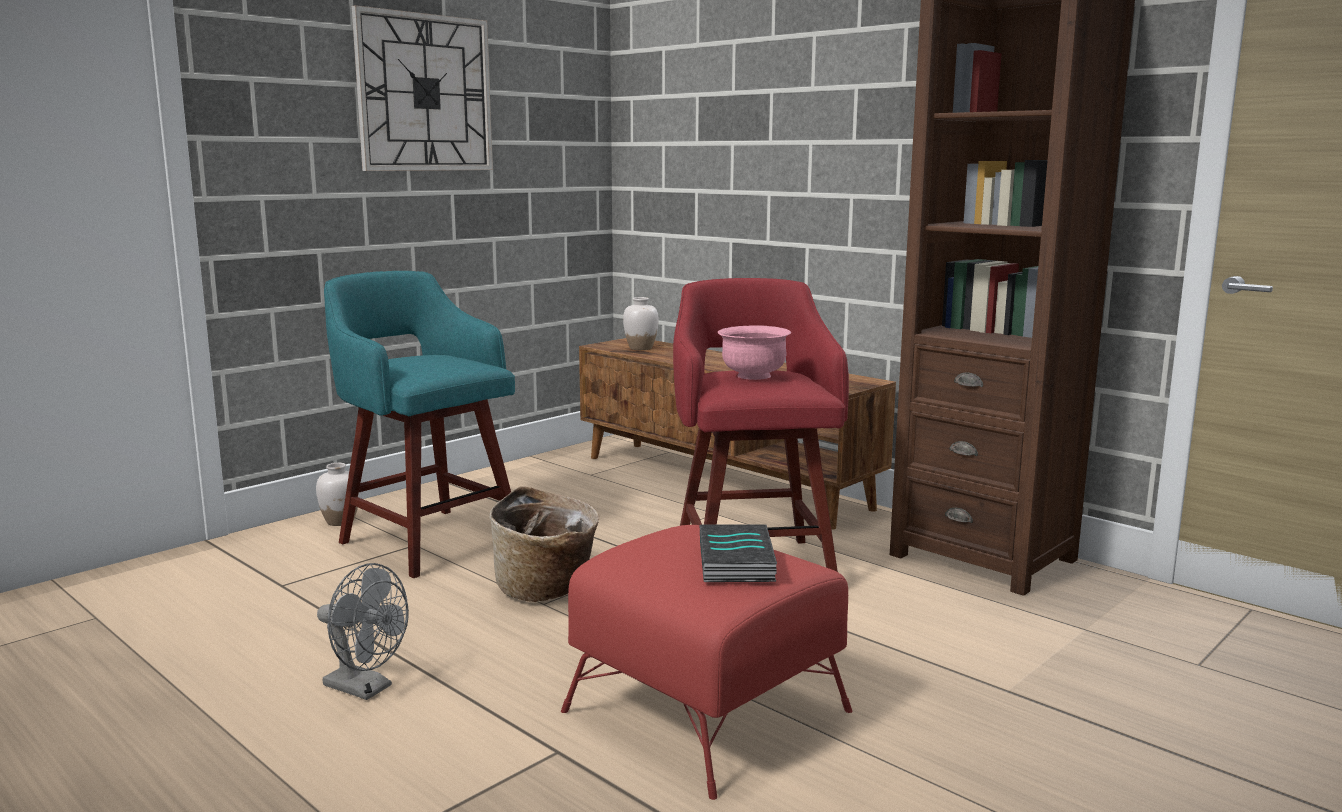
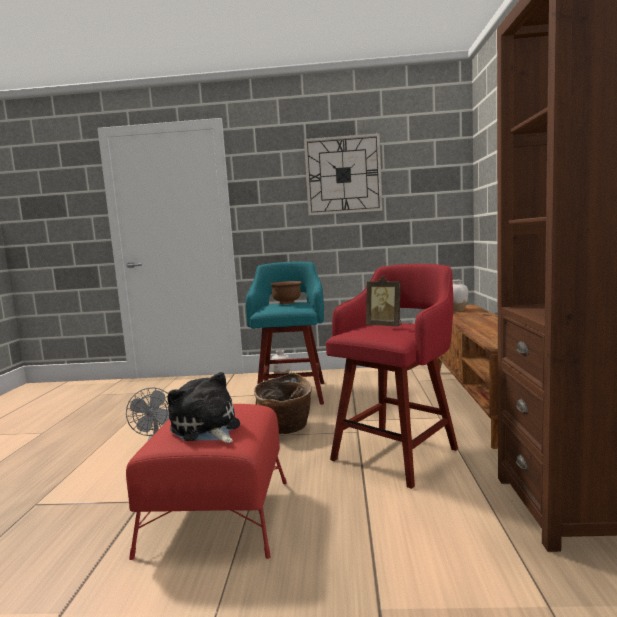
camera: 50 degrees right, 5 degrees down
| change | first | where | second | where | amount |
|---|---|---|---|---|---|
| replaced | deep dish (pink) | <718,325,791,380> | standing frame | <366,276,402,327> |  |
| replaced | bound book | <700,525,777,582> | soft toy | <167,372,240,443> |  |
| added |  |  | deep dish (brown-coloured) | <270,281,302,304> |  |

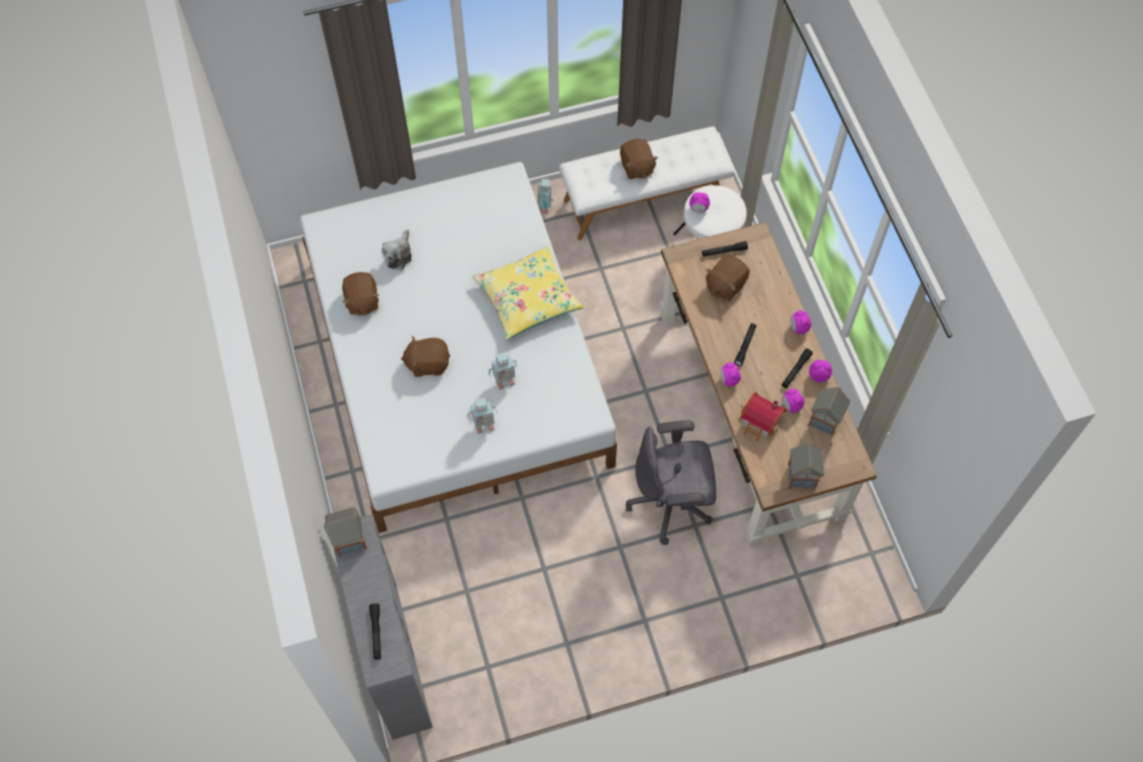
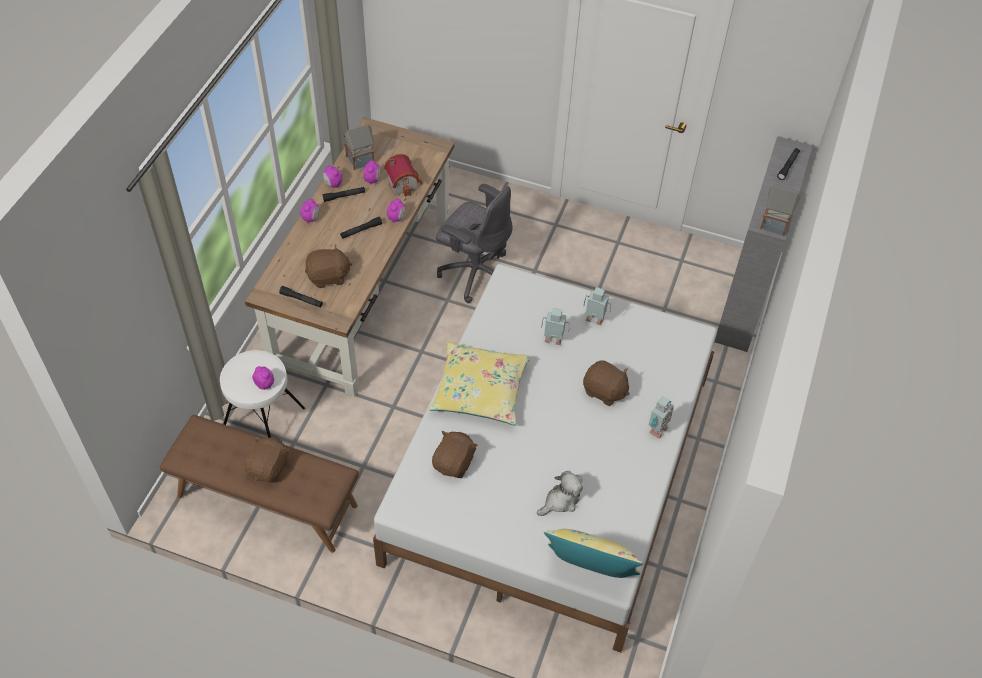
camera: 145 degrees left, 10 degrees down
| change | first | where | second | where | amount |
|---|---|---|---|---|---|
| recoloured | bench (whitish) | <559,126,734,240> | bench (brown-coloured) | <160,415,359,553> |  |
| moved | robot figure | <537,179,553,214> |  | <649,396,674,439> |  |
| moved | soft toy (brown-coloured) | <342,272,379,316> |  | <432,431,478,478> |  |
| removed | toy house | <788,442,824,488> |  |  |  |
| added |  |  | throw pillow (yellow-coloured) | <544,529,643,578> |  |

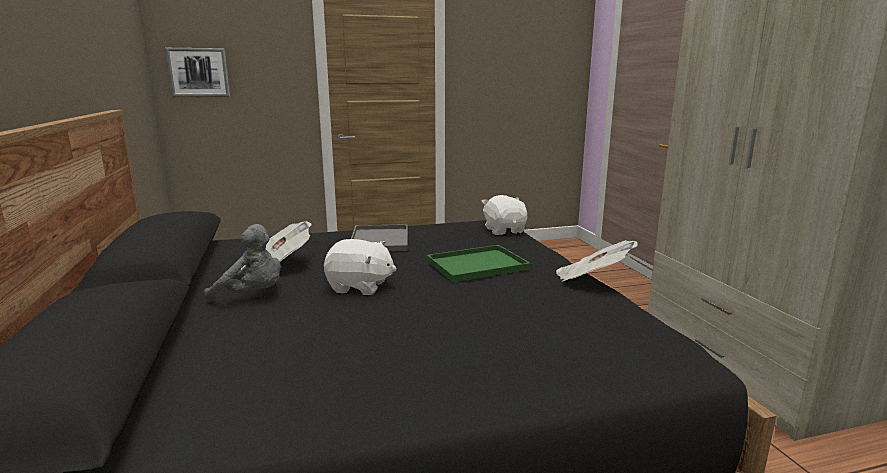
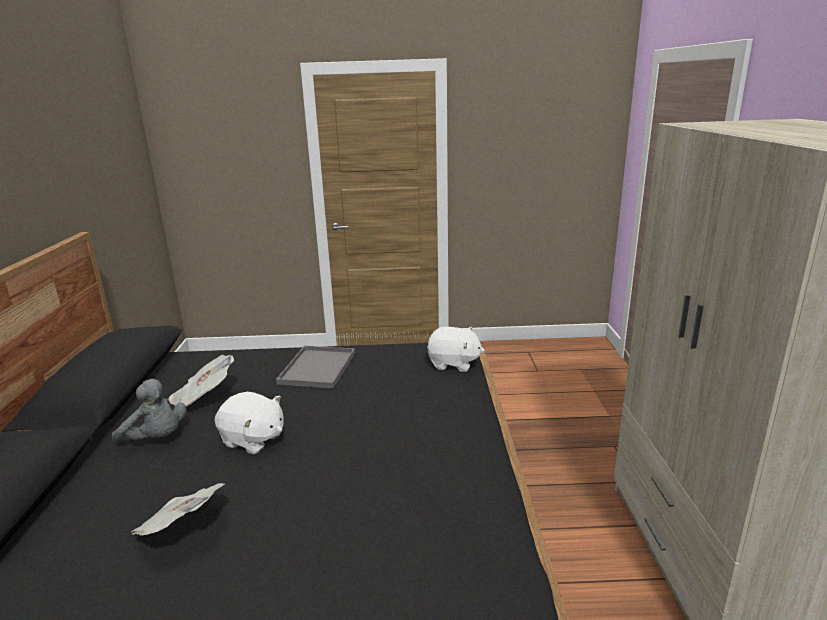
camera: 15 degrees right, 5 degrees up
| change | first | where | second | where | amount |
|---|---|---|---|---|---|
| removed | wall art | <165,48,230,97> |  |  |  |
| turned | soft toy (whitish) | <481,195,527,235> |  | <427,327,485,372> | 105 degrees clockwise |
| moved | daily paper | <556,240,638,282> |  | <131,483,225,536> |  |
| removed | tray (green-coloured) | <427,245,531,282> |  |  |  |

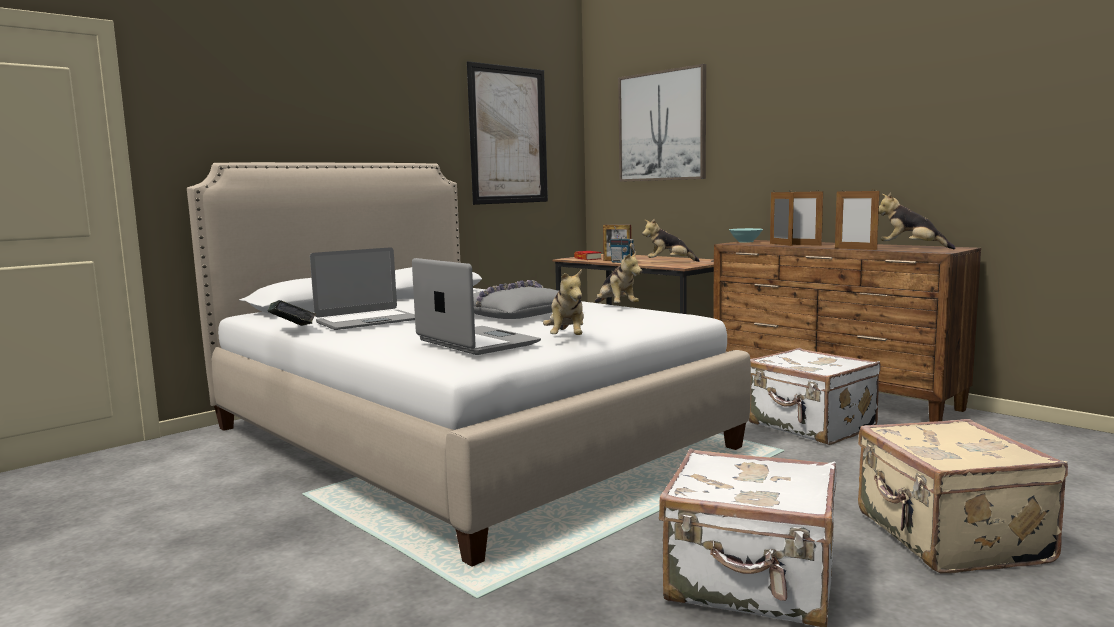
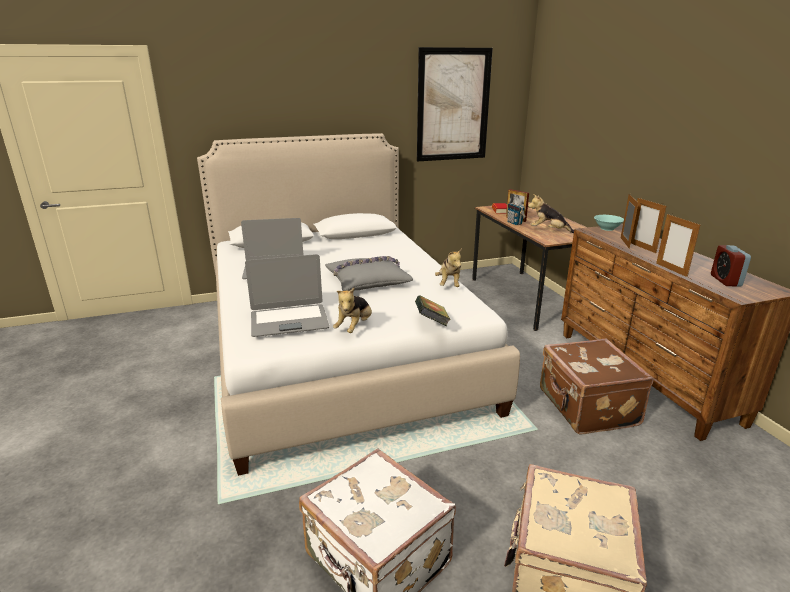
camera: 25 degrees right, 15 degrees up
| change | first | where | second | where | amount |
|---|---|---|---|---|---|
| removed | wall art | <618,64,706,182> |  |  |  |
| replaced | soft toy | <879,192,956,249> | alarm clock | <711,245,751,287> |  |
| turned | portable computer | <412,258,541,355> |  | <245,254,329,337> | 90 degrees clockwise |
| moved | bound book | <268,300,317,326> |  | <415,295,451,326> |  |
| recoloured | travel case (whitish) | <749,348,881,445> | travel case (brown-coloured) | <540,339,654,434> |  |

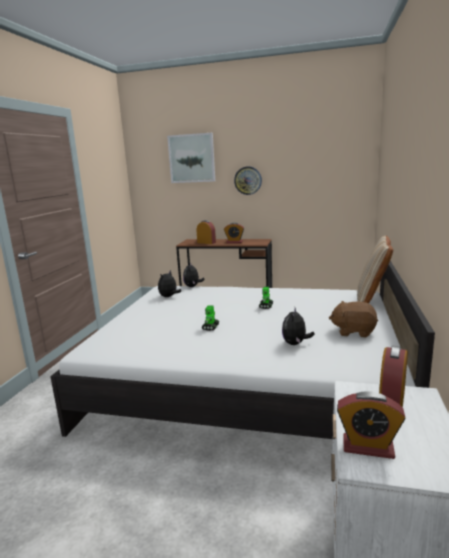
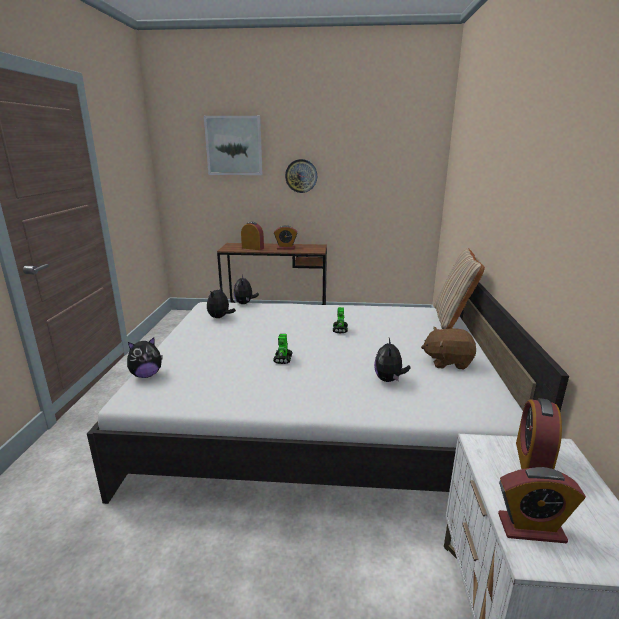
camera: 10 degrees left, 5 degrees up
| change | first | where | second | where | amount |
|---|---|---|---|---|---|
| added |  |  | soft toy | <127,337,163,378> |  |

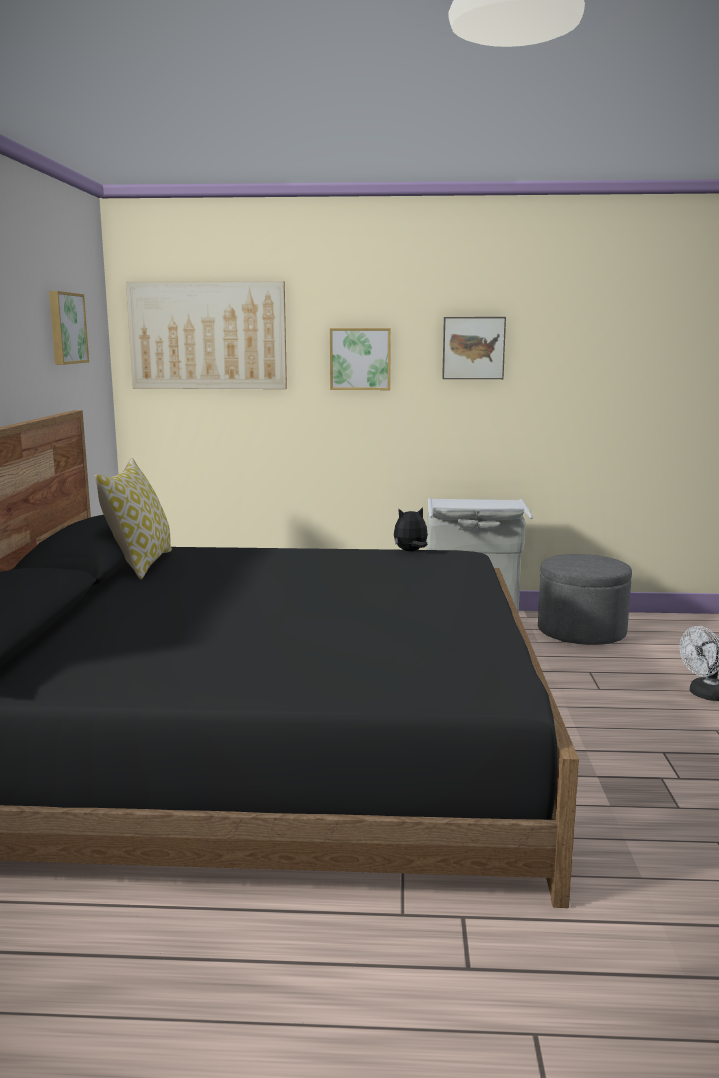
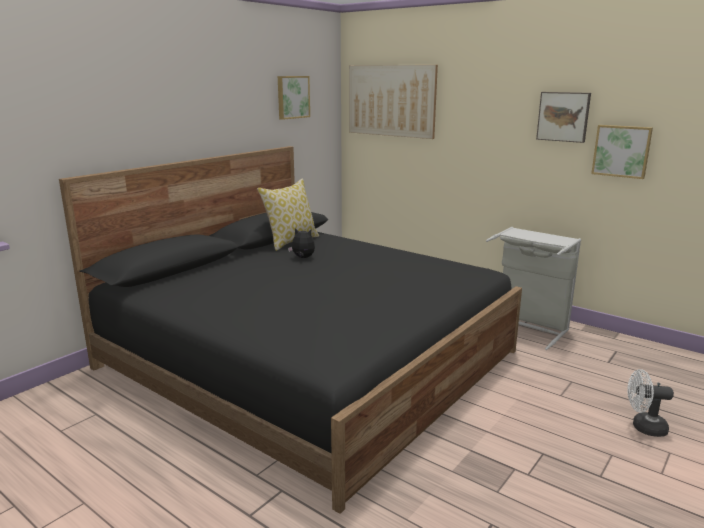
camera: 35 degrees right, 5 degrees up
| change | first | where | second | where | amount |
|---|---|---|---|---|---|
| moved | wall art | <330,328,391,390> |  | <591,125,653,179> |  |
| moved | soft toy | <394,507,428,551> |  | <288,228,315,258> |  |
| removed | ottoman (grey) | <538,554,632,645> |  |  |  |

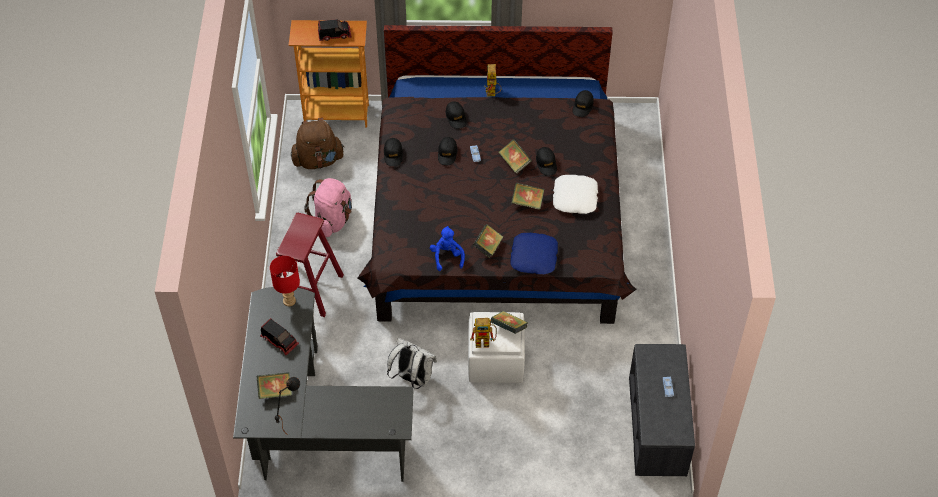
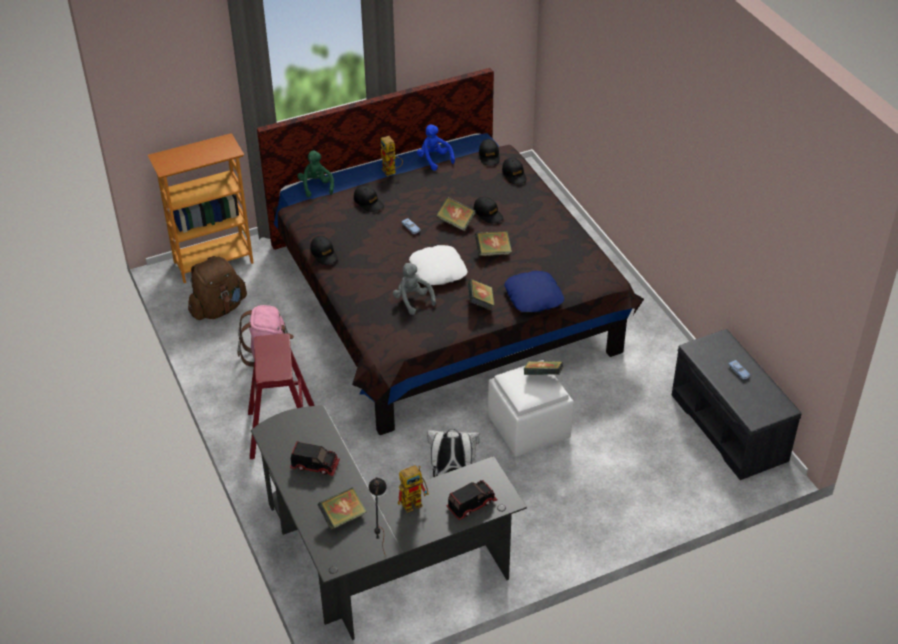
camera: 25 degrees left, 10 degrees down
| change | first | where | second | where | amount |
|---|---|---|---|---|---|
| moved | toy truck | <318,19,352,41> |  | <446,480,498,521> |  |
| moved | peaked cap (blackish) | <438,137,457,165> |  | <502,158,527,184> |  |
| moved | throw pillow (whitish) | <553,175,598,214> |  | <409,245,468,285> |  |
| moved | soft toy (bluish) | <430,226,465,271> |  | <417,124,455,171> |  |
| removed | lamp for a table (red-coloured) | <270,256,300,306> |  |  |  |
| moved | robot figure | <470,318,497,348> |  | <398,465,429,513> |  |
| added |  |  | soft toy (green-coloured) | <297,150,334,198> |  |
| added |  |  | soft toy (grey) | <393,263,436,315> |  |

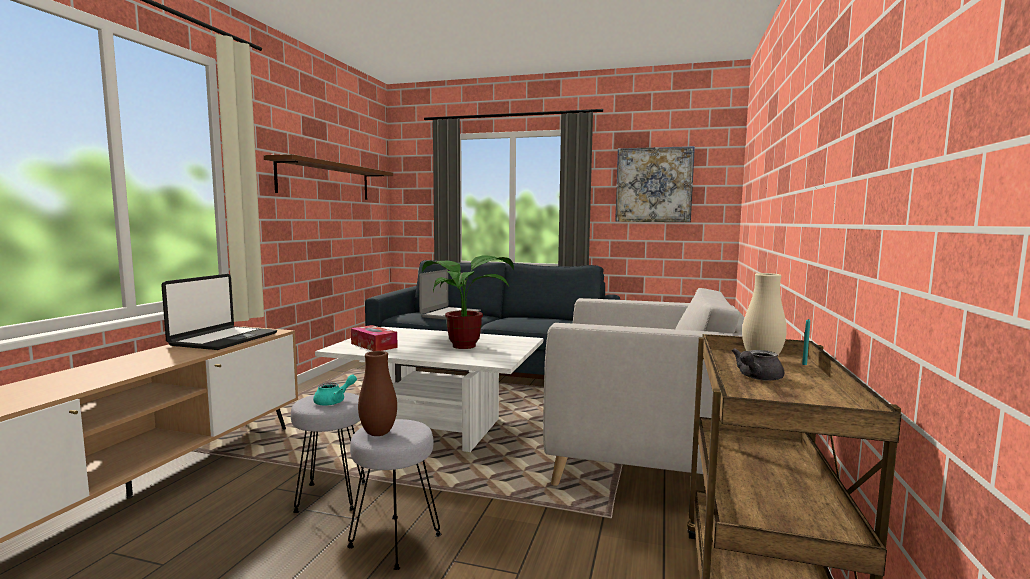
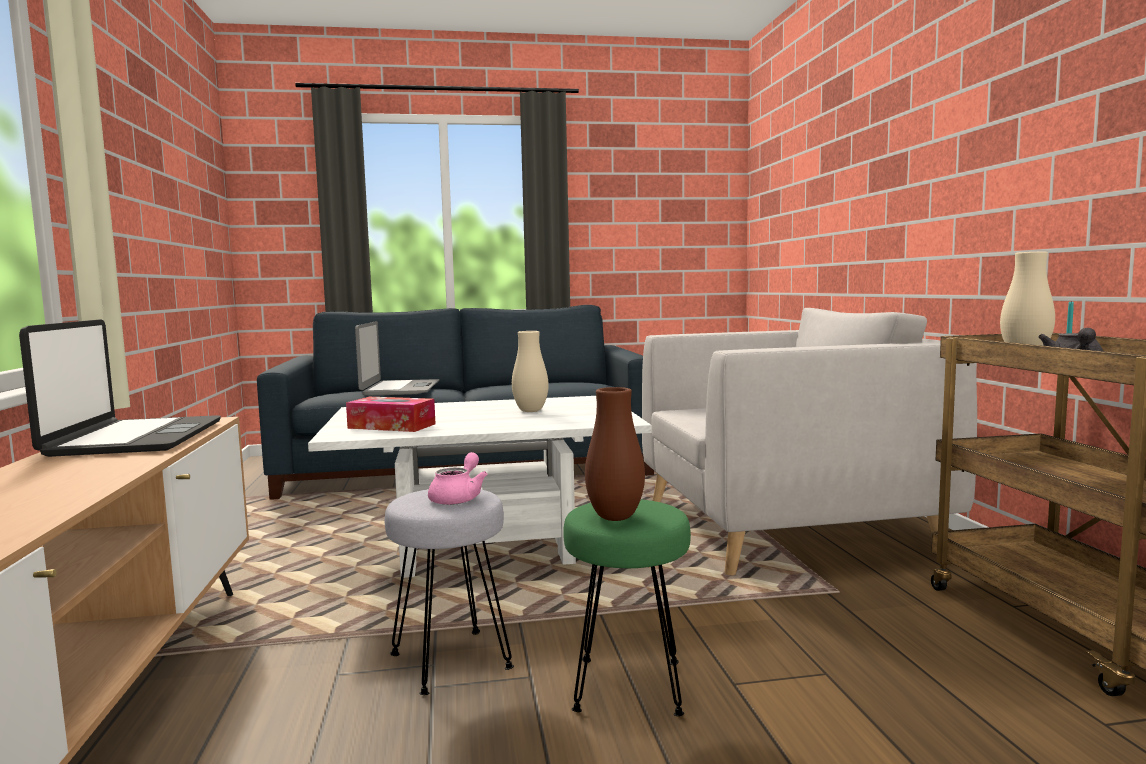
camera: 25 degrees left, 0 degrees up
| change | first | where | second | where | amount |
|---|---|---|---|---|---|
| removed | wall art | <615,146,695,222> |  |  |  |
| removed | wall shelf (brown-coloured) | <264,154,393,200> |  |  |  |
| replaced | potted plant | <422,255,514,349> | decorative vase (sand-coloured) | <512,331,549,412> |  |
| recoloured | tea pot (turquoise-coloured) | <313,374,357,406> | tea pot (pink) | <428,452,488,505> |  |
| recoloured | stool seat (grey) | <347,419,441,570> | stool seat (green-coloured) | <563,499,691,716> |  |

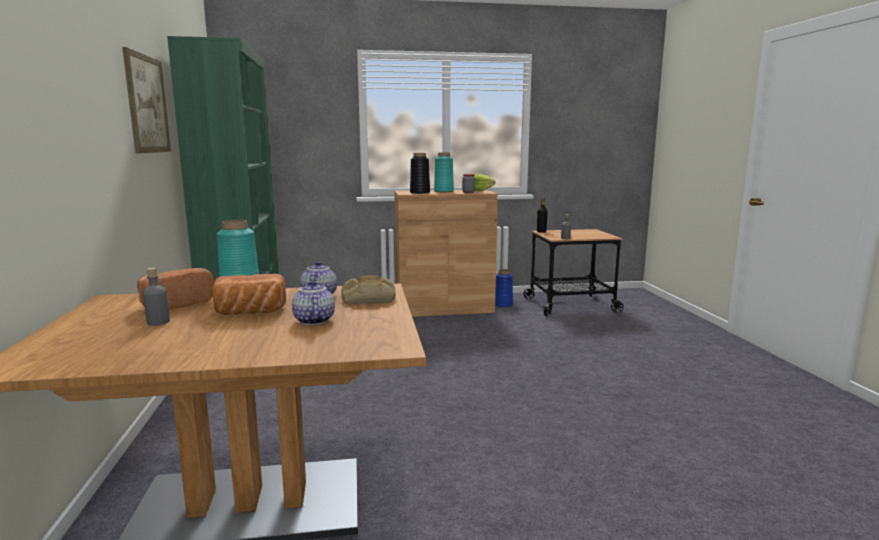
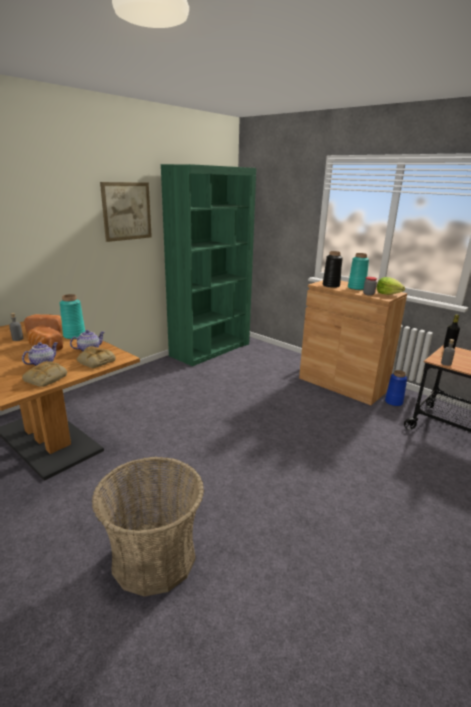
camera: 50 degrees right, 10 degrees up
| change | first | where | second | where | amount |
|---|---|---|---|---|---|
| added |  |  | baked bread | <22,361,67,387> |  |
| added |  |  | storage basket | <92,457,204,597> |  |

